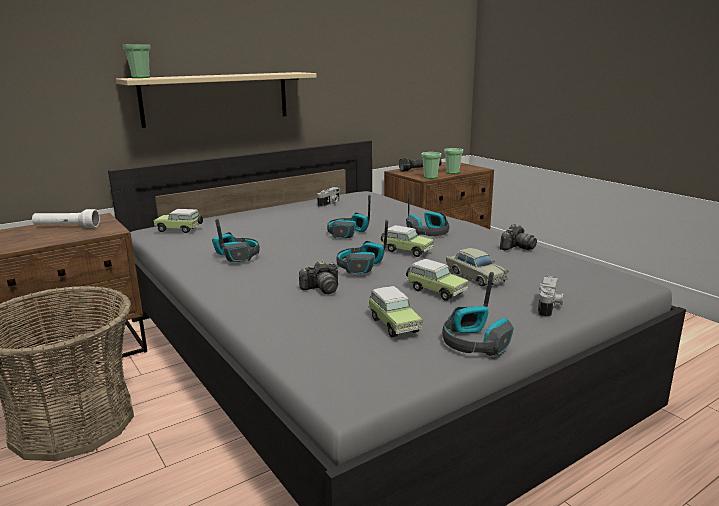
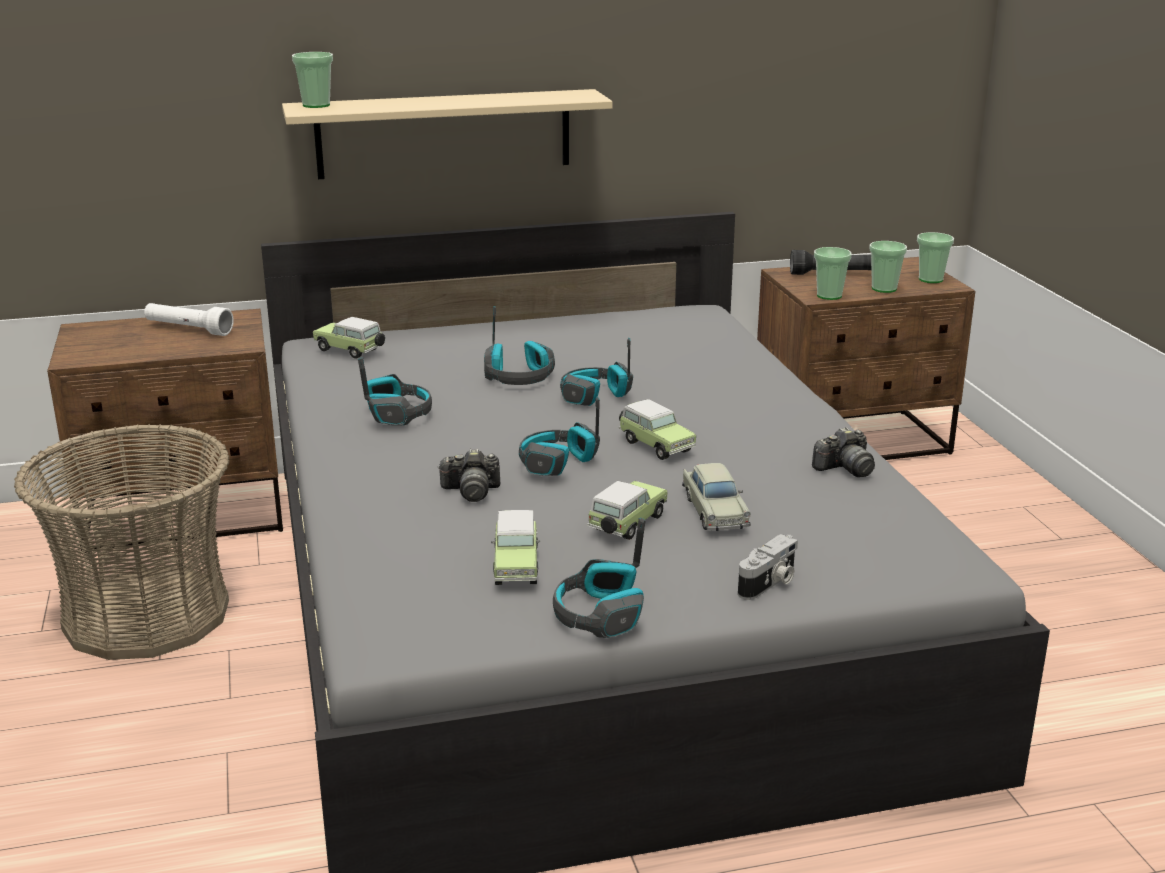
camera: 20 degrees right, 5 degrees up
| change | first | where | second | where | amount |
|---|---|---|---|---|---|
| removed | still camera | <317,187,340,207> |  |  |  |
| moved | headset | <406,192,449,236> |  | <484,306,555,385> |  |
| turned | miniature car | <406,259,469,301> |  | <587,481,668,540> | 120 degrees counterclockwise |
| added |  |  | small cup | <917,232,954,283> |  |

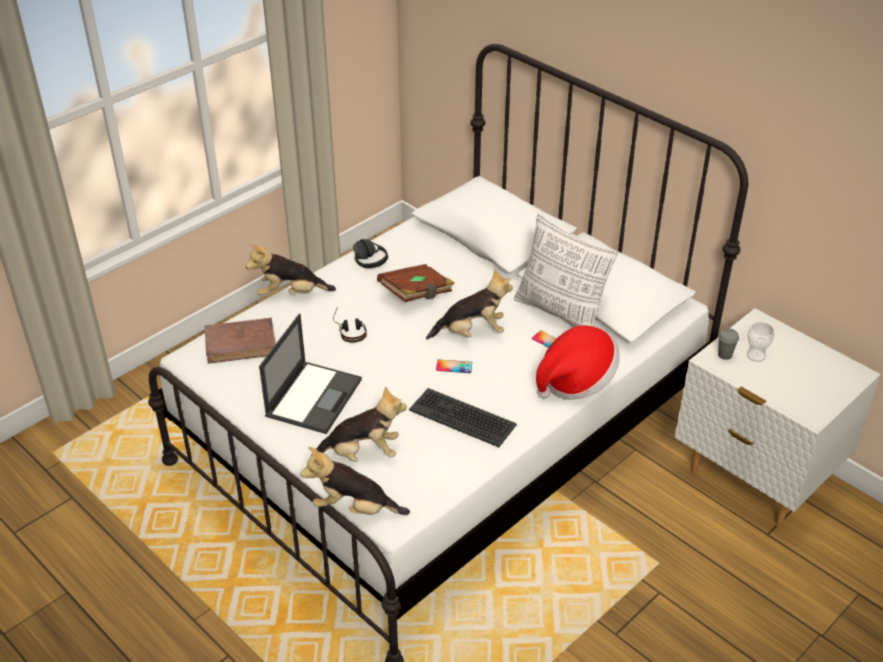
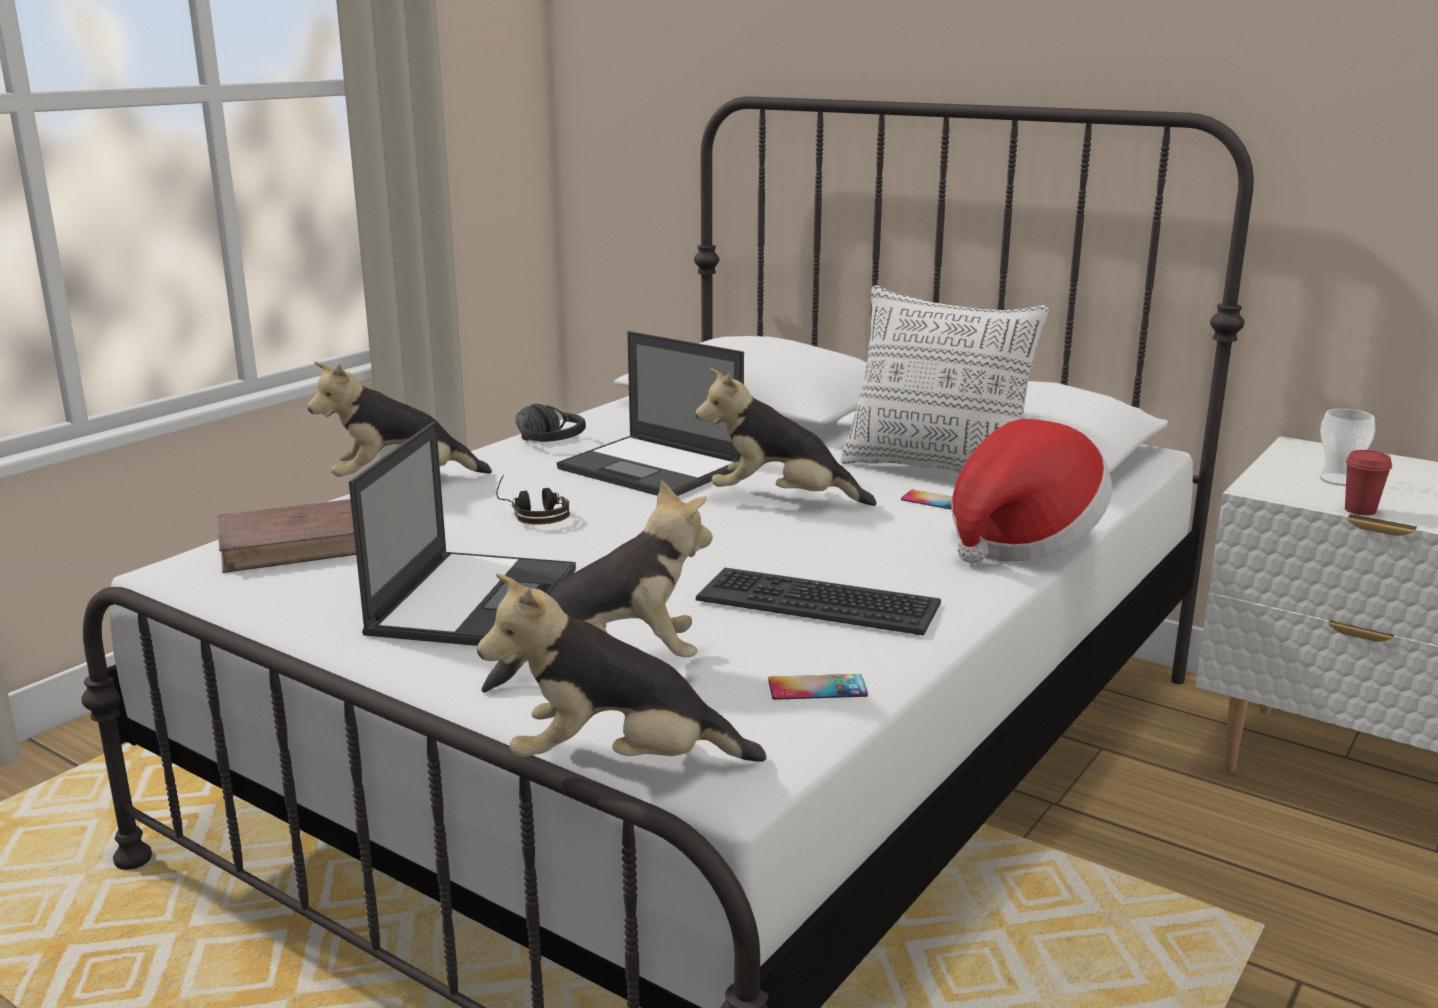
camera: 10 degrees left, 20 degrees down
| change | first | where | second | where | amount |
|---|---|---|---|---|---|
| replaced | bound book (brown-coloured) | <377,264,455,302> | portable computer | <557,331,744,496> |  |
| turned | soft toy | <426,269,513,339> |  | <695,368,877,506> | 150 degrees counterclockwise |
| removed | small cup (grey) | <718,328,739,360> |  |  |  |
| moved | telephone | <436,359,472,373> |  | <768,674,868,700> |  |
| added |  |  | small cup (red-coloured) | <1345,450,1392,516> |  |

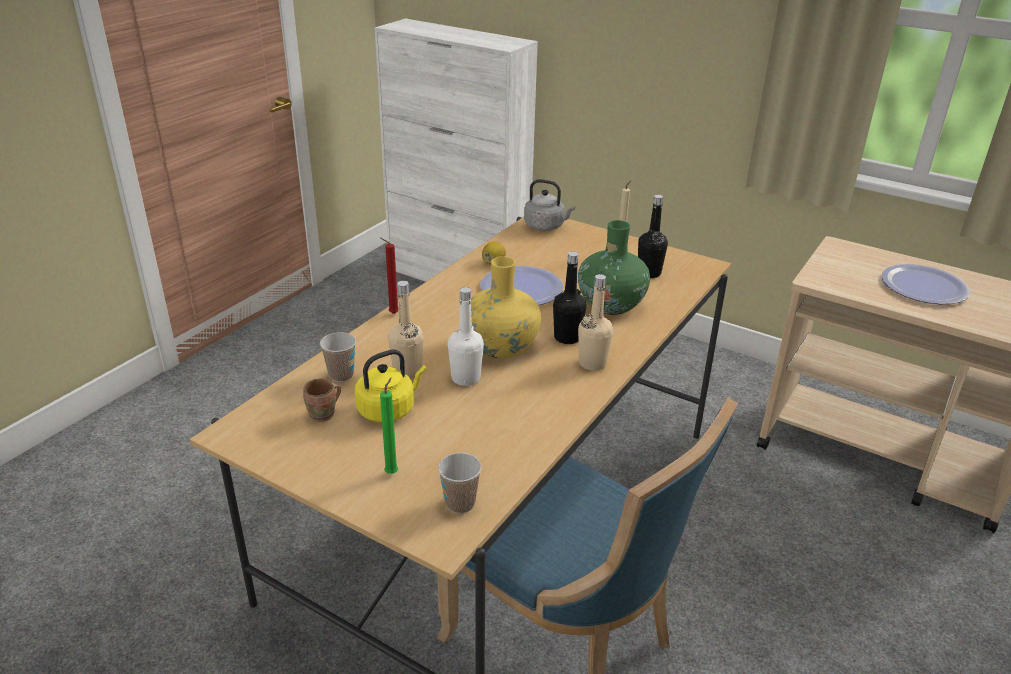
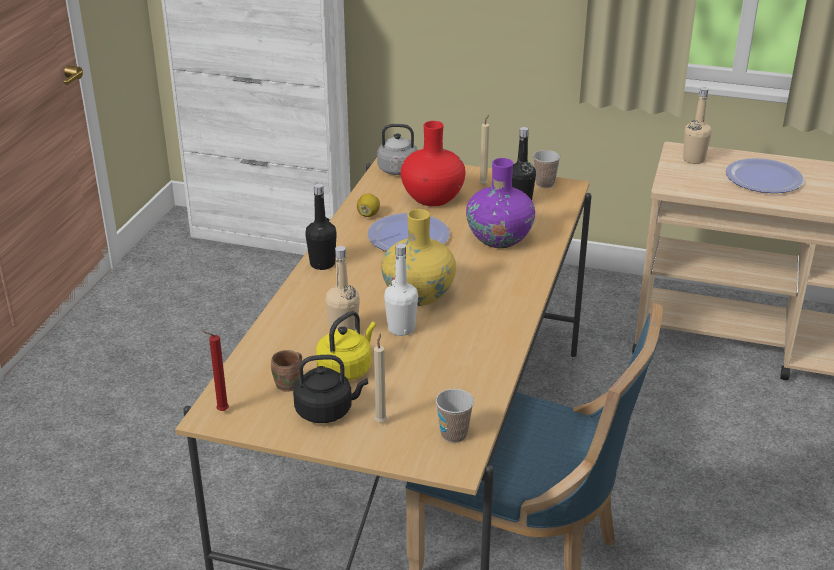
camera: 15 degrees left, 0 degrees up
| change | first | where | second | where | amount |
|---|---|---|---|---|---|
| recoloured | decorative vase (green-coloured) | <578,220,650,315> | decorative vase (purple) | <466,158,535,248> |  |
| moved | wax candle (red-coloured) | <381,238,399,314> |  | <203,331,229,411> |  |
| moved | beverage bottle (blackish) | <553,251,586,344> |  | <305,183,337,270> |  |
| moved | beverage bottle (sand-coloured) | <578,274,613,371> |  | <683,87,712,164> |  |
| moved | small cup | <320,332,356,382> |  | <533,150,560,188> |  |
| recoloured | wax candle (green-coloured) | <380,378,398,474> | wax candle (sand-coloured) | <374,334,387,422> |  |
| added |  |  | decorative vase (red-coloured) | <401,121,465,206> |  |
| added |  |  | water kettle (blackish) | <293,355,368,423> |  |

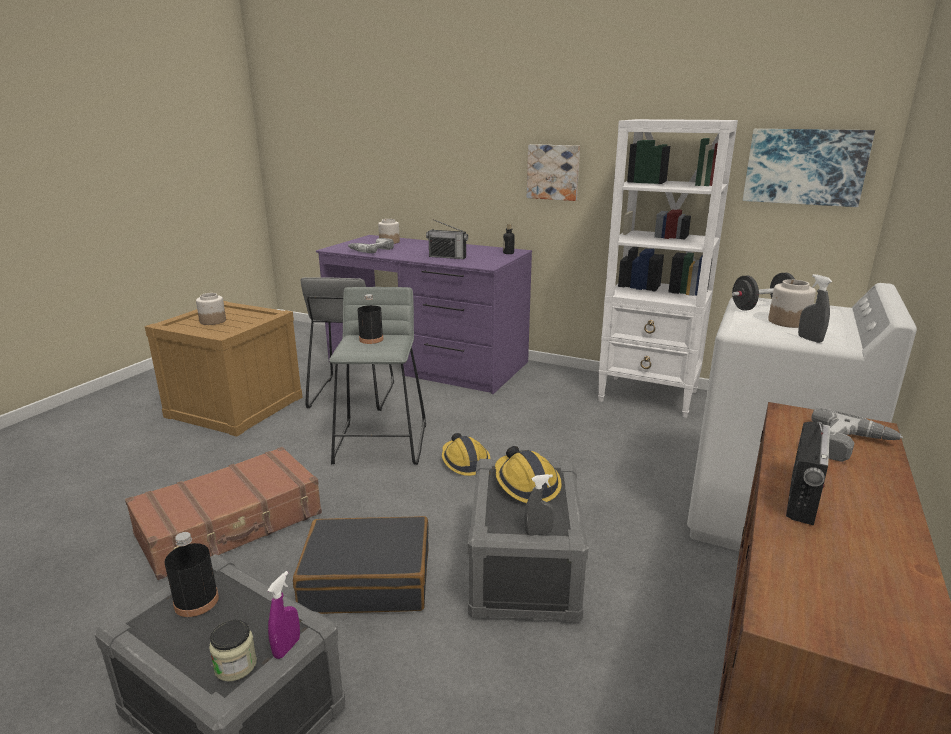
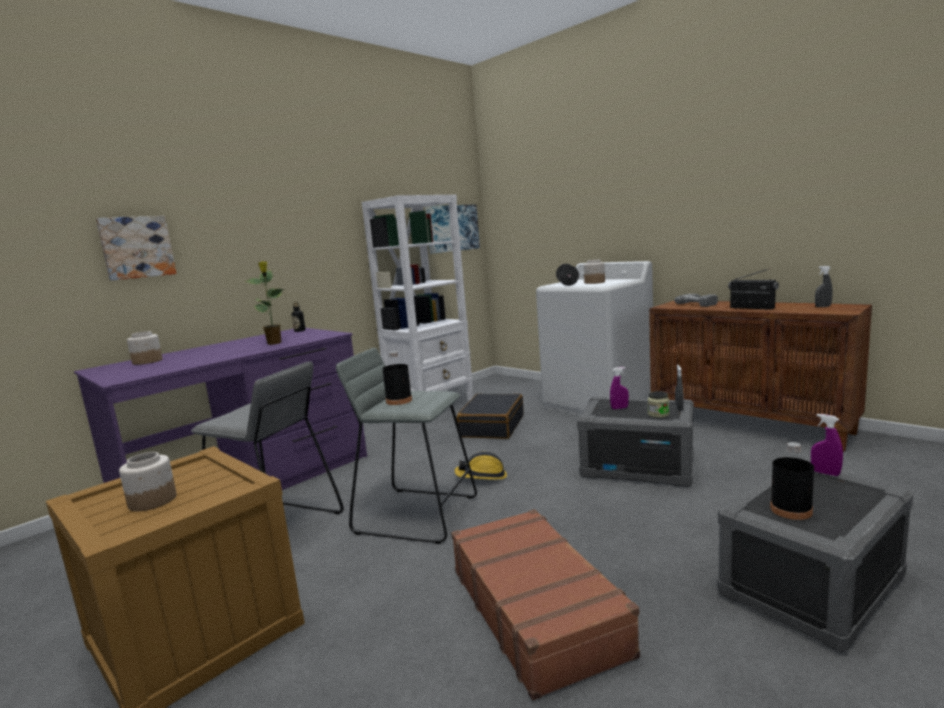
camera: 70 degrees left, 10 degrees down
| change | first | where | second | where | amount |
|---|---|---|---|---|---|
| moved | wall art | <527,144,580,201> |  | <96,216,176,281> |  |
| replaced | radio set | <426,219,468,259> | potted plant | <245,261,284,345> |  |
| removed | power drill | <348,238,394,253> |  |  |  |
| moved | sprayer (grey) | <798,274,832,343> |  | <815,266,833,307> |  |
| replaced | hard hat | <495,446,562,503> | sprayer (purple) | <610,367,629,409> |  |
| moved | travel case (blackish) | <293,516,429,614> |  | <457,394,524,439> |  |
| moved | preserve jar | <209,620,257,682> |  | <648,391,669,418> |  |

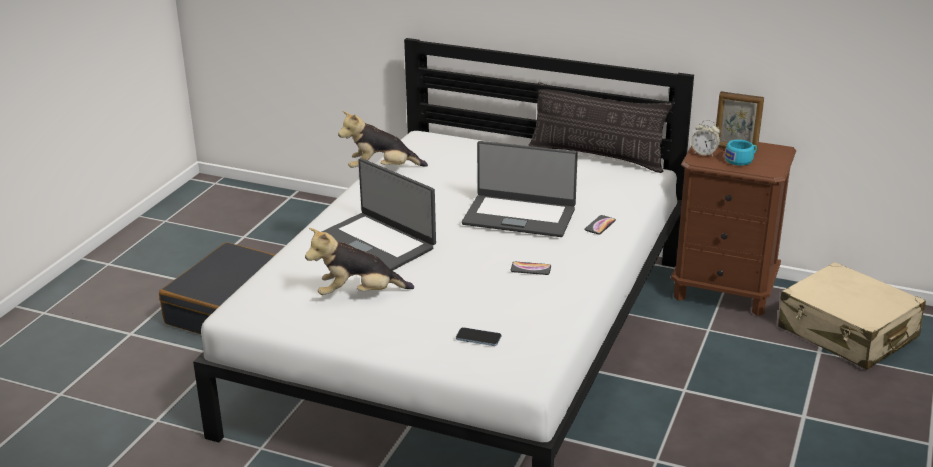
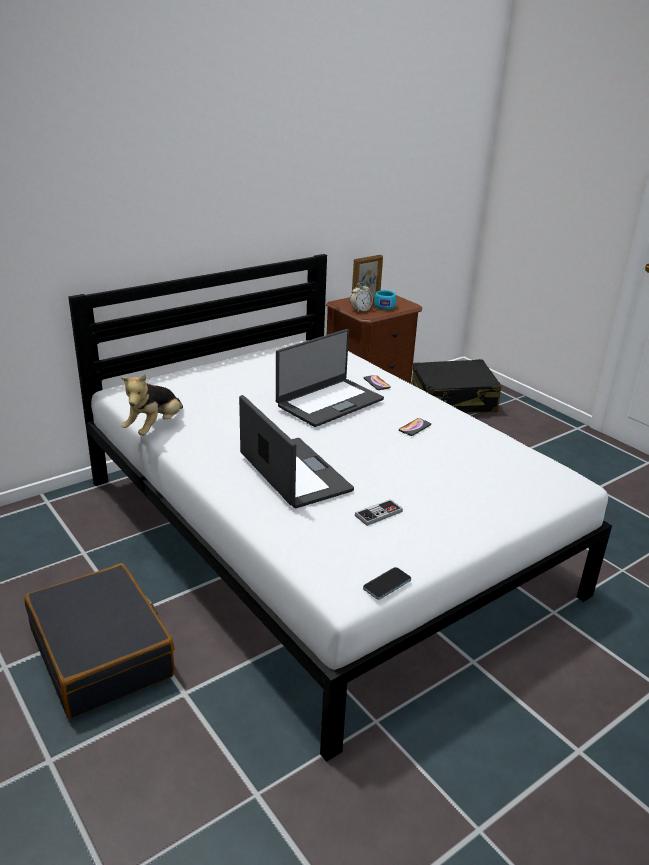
camera: 60 degrees left, 0 degrees up
| change | first | where | second | where | amount |
|---|---|---|---|---|---|
| removed | throw pillow | <528,82,673,173> |  |  |  |
| turned | portable computer | <322,158,436,271> |  | <239,395,354,508> | 105 degrees counterclockwise |
| replaced | soft toy | <305,228,414,295> | gamepad | <355,499,403,526> |  |
| recoloured | travel case (sand-coloured) | <778,262,926,370> | travel case (blackish) | <412,359,502,414> |  |
| moved | telephone | <456,327,501,346> |  | <363,567,411,600> |  |

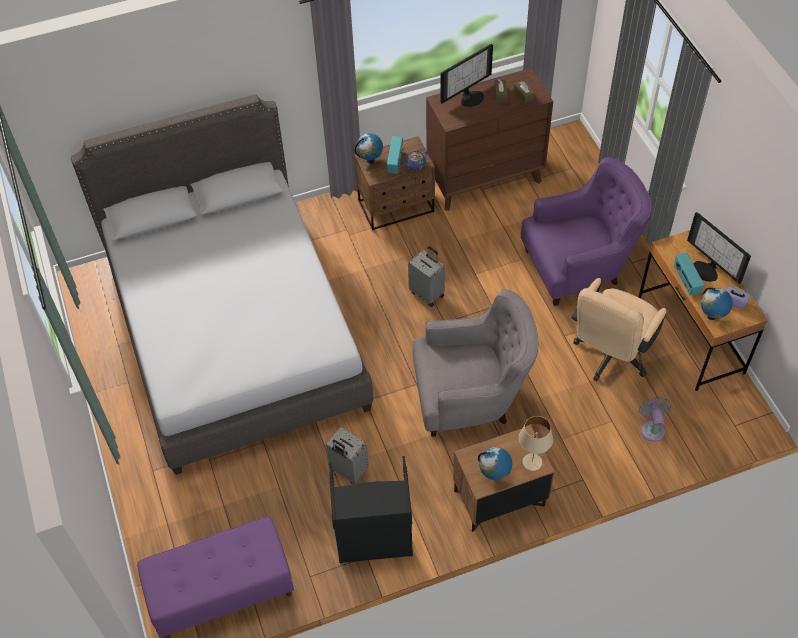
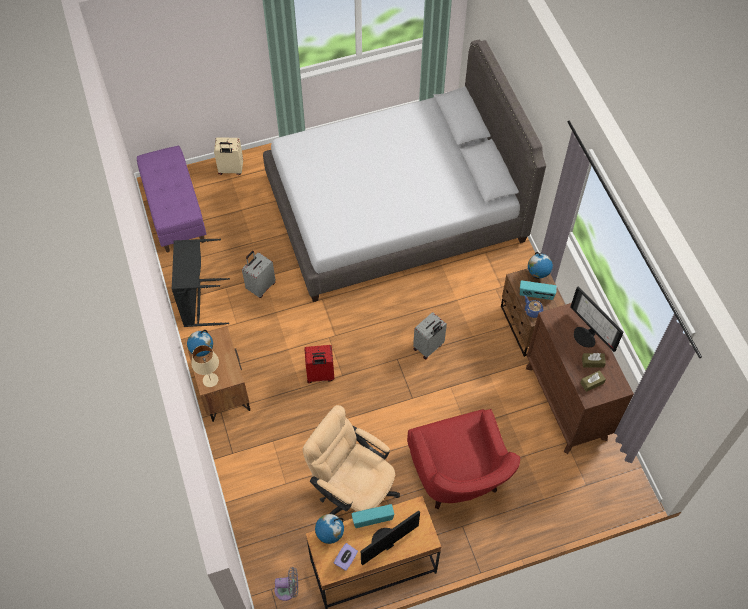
camera: 90 degrees right, 5 degrees up
| change | first | where | second | where | amount |
|---|---|---|---|---|---|
| recoloured | armchair (purple) | <521,157,652,306> | armchair (red-coloured) | <407,409,520,509> |  |
| replaced | armchair (grey) | <413,289,538,437> | travel case (red-coloured) | <304,345,334,383> |  |
| moved | fan (grey) | <639,397,672,442> |  | <274,567,298,601> |  |
| added |  |  | travel case (sand-coloured) | <214,137,243,175> |  |

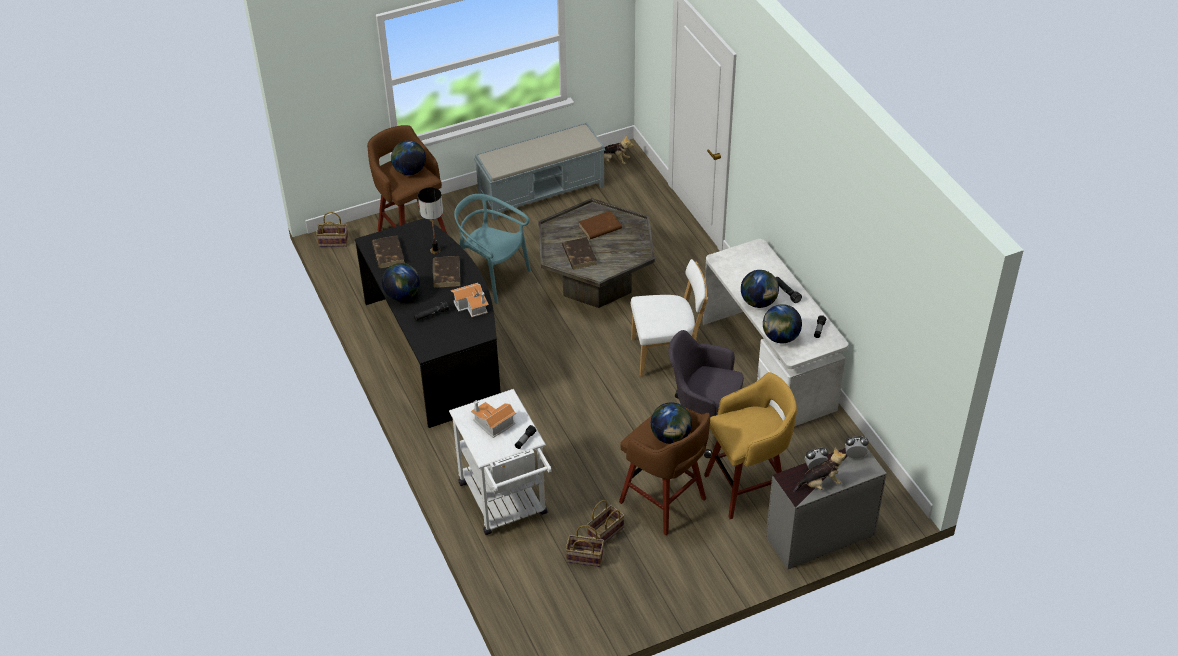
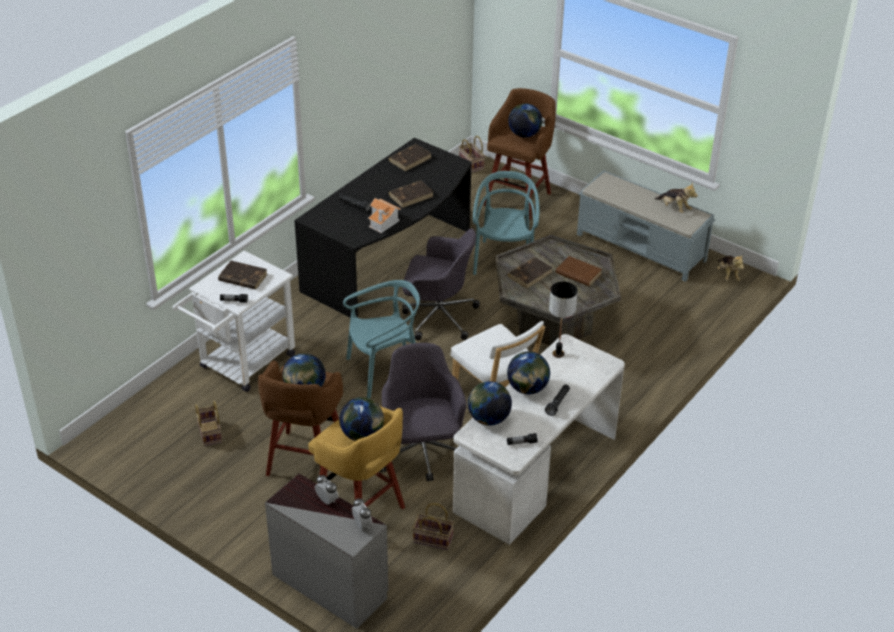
camera: 60 degrees right, 5 degrees down
| change | first | where | second | where | amount |
|---|---|---|---|---|---|
| moved | lamp for a table | <418,187,443,254> |  | <549,281,578,358> |  |
| moved | world globe | <382,263,420,301> |  | <339,397,384,441> |  |
| replaced | toy house | <471,400,516,438> | bound book (brown-coloured) | <218,261,268,289> |  |
| moved | soft toy | <793,448,846,492> |  | <655,183,698,213> |  |
| moved | storage basket | <587,500,625,544> |  | <412,503,454,550> |  |
| added |  |  | office chair (grey) | <402,228,480,341> |  |
| added |  |  | chair (turquoise-coloured) | <343,280,420,399> |  |

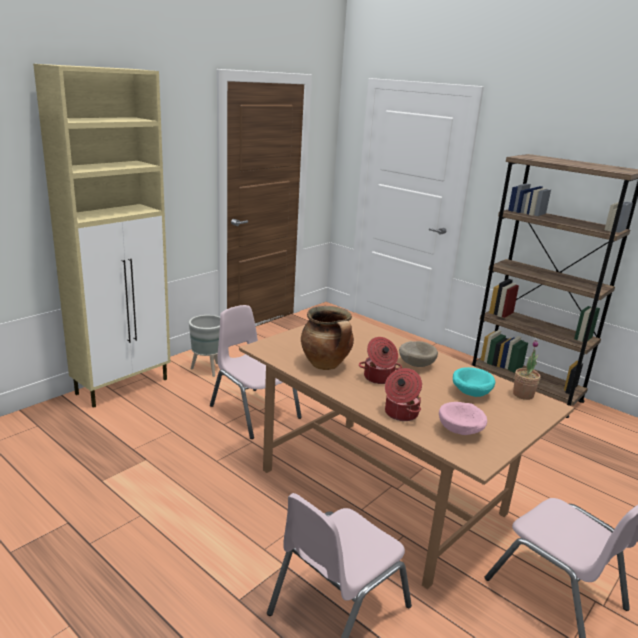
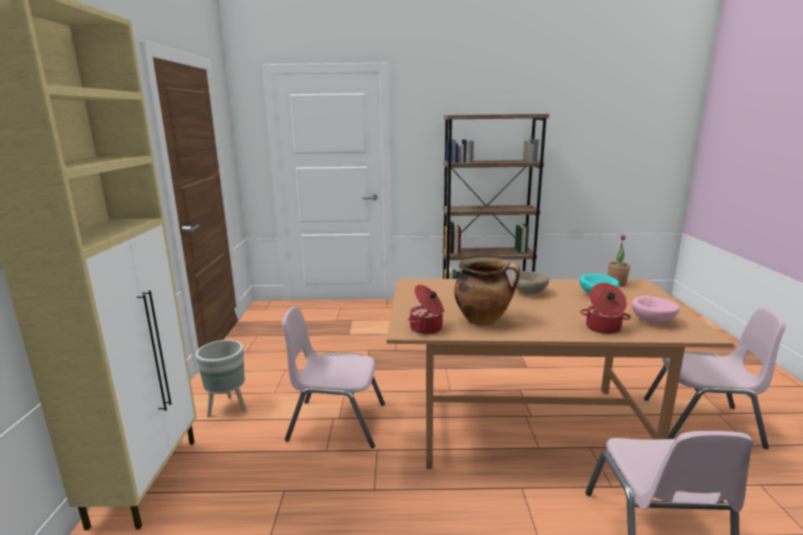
camera: 40 degrees left, 5 degrees down
| change | first | where | second | where | amount |
|---|---|---|---|---|---|
| moved | stockpot | <359,337,402,384> |  | <408,285,445,334> |  |

